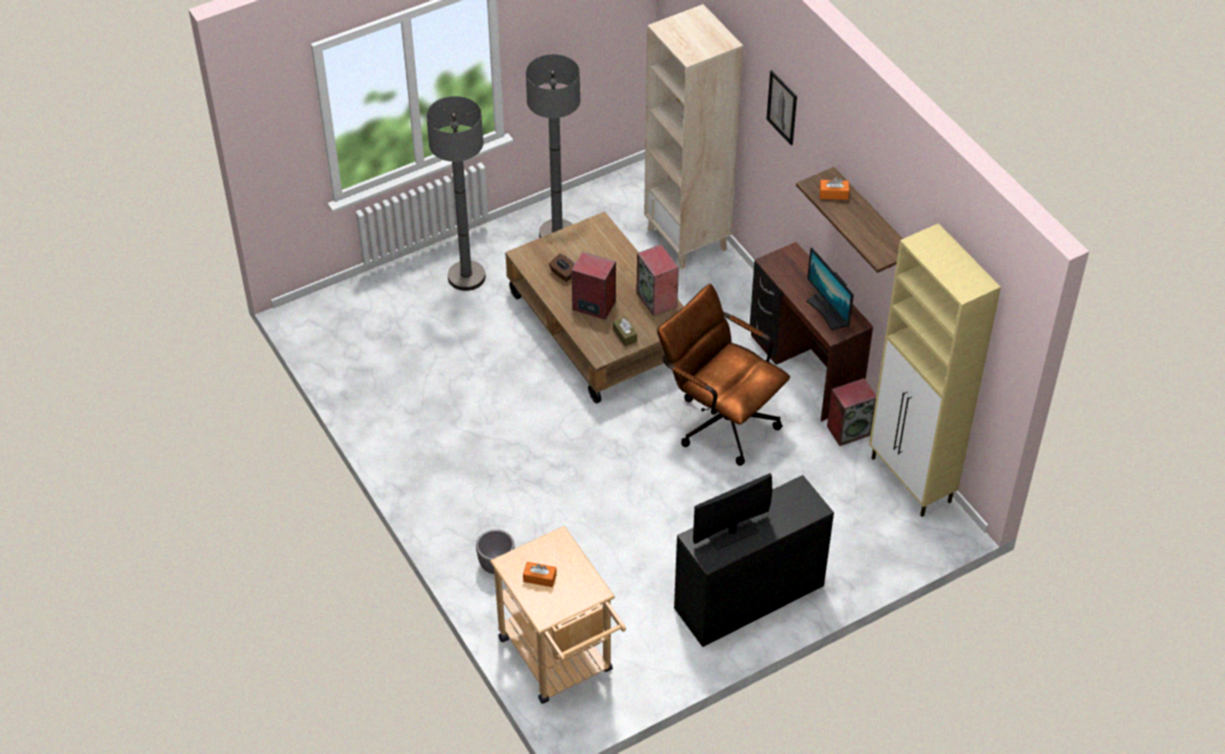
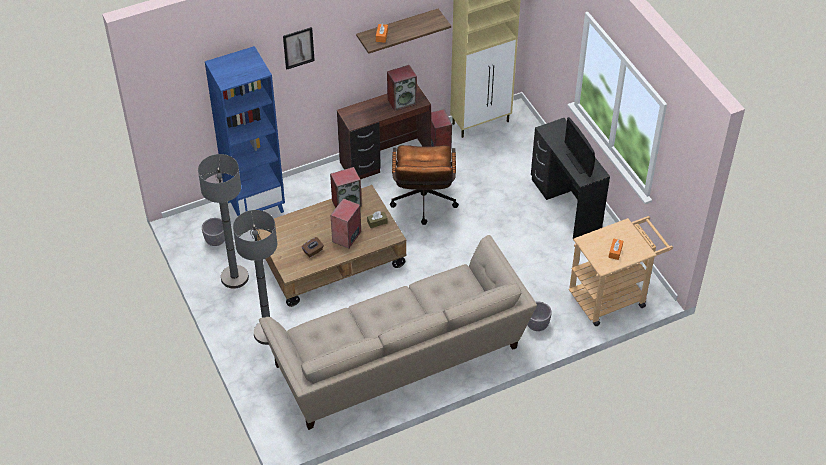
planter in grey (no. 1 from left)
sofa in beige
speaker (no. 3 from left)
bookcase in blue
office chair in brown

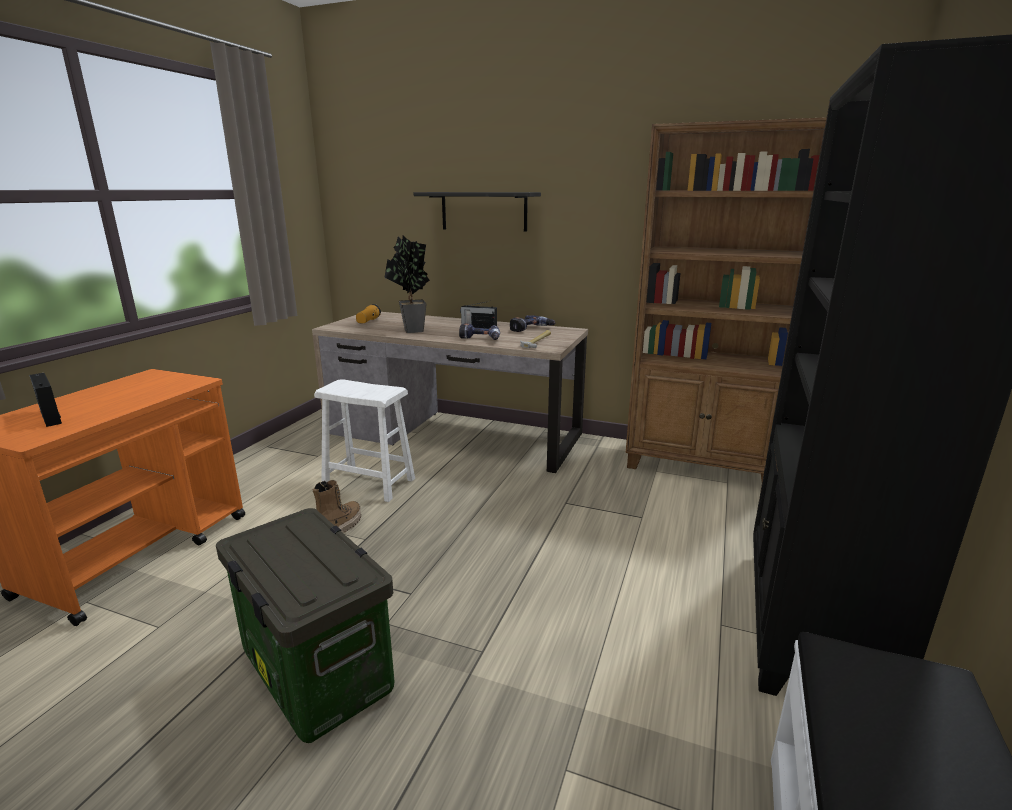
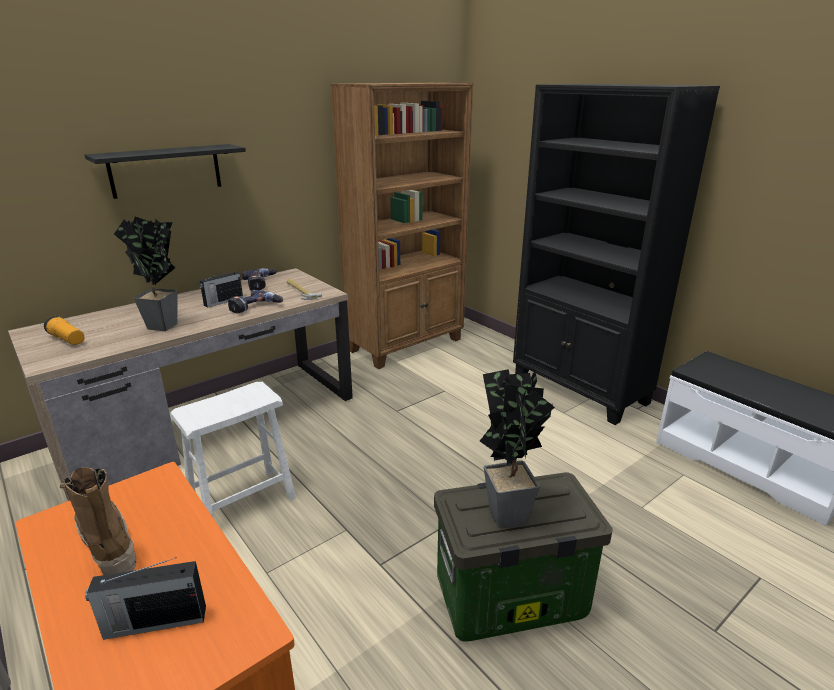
potted plant (no. 2 from left)
boot

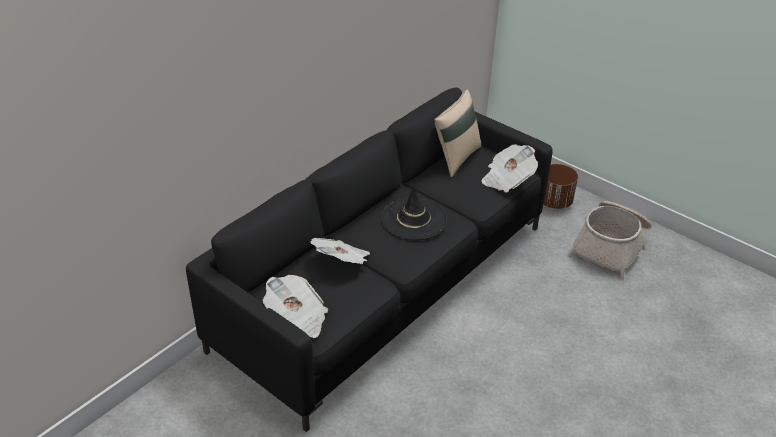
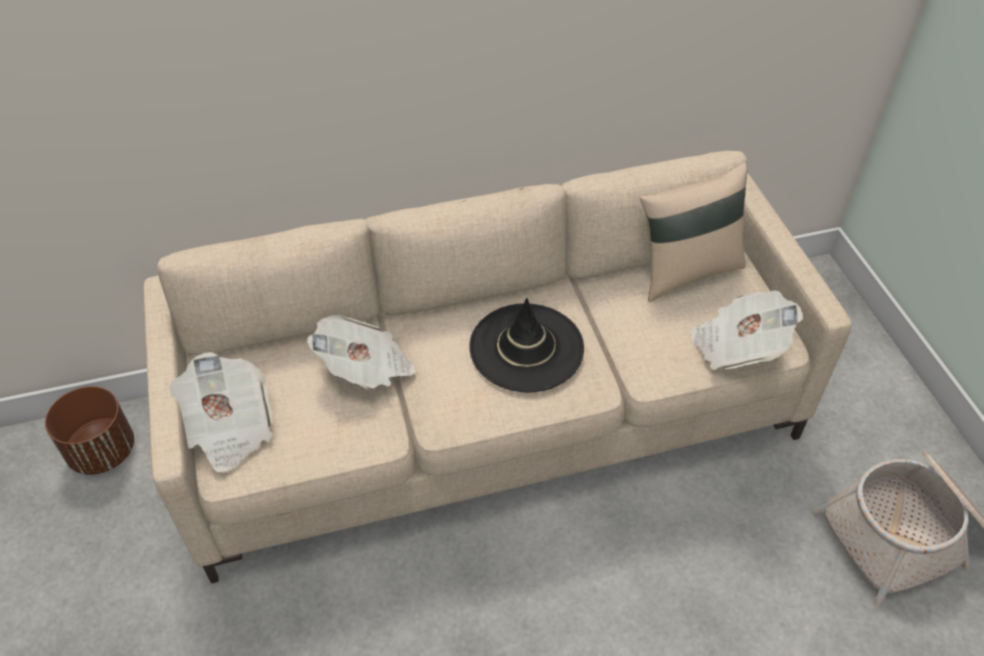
planter in brown
sofa in beige

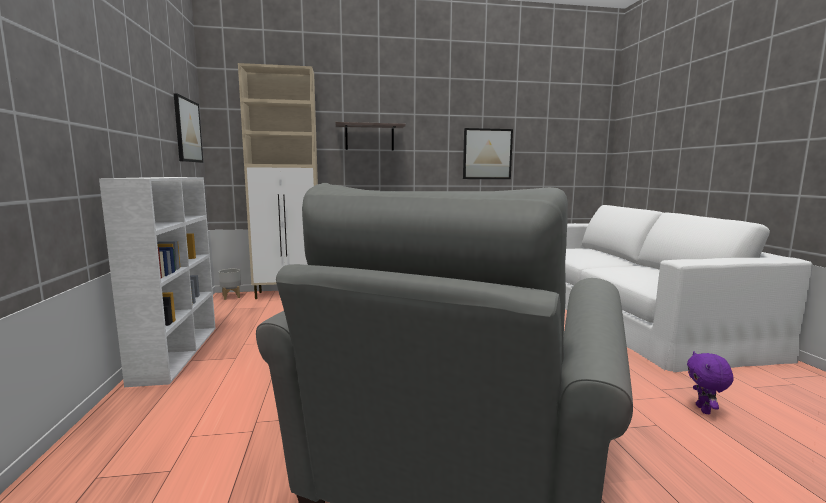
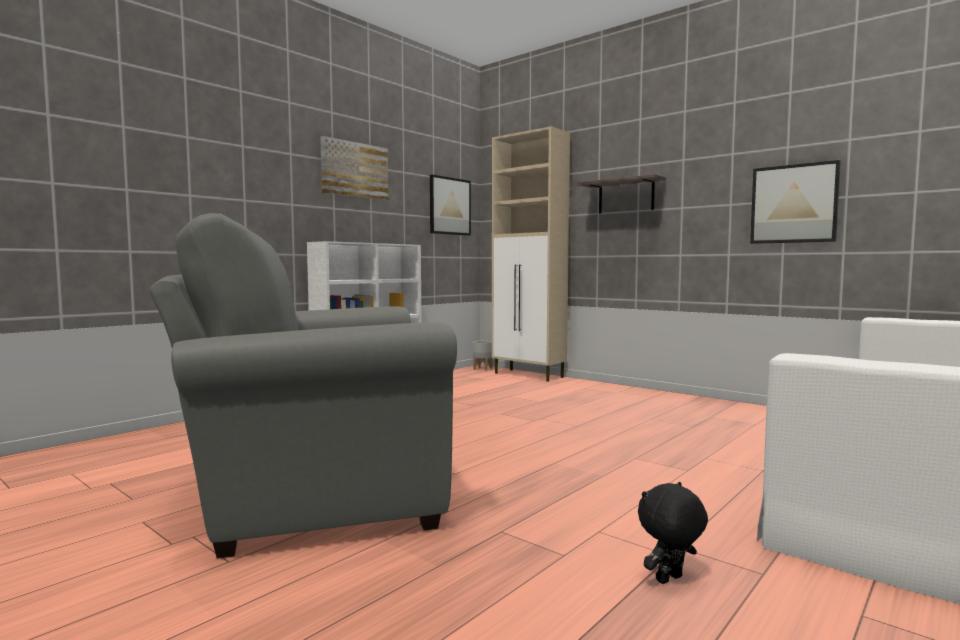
picture (no. 1 from left)
plush toy in black

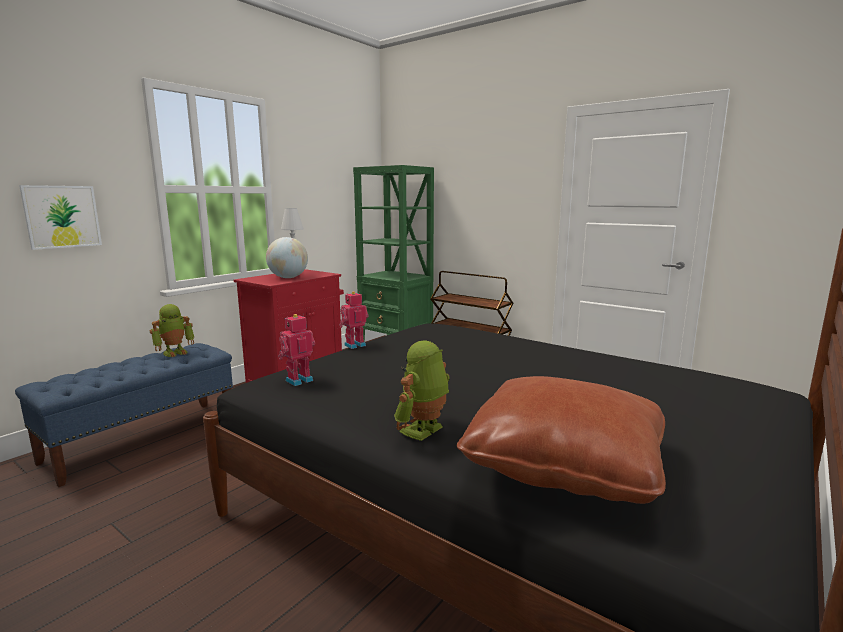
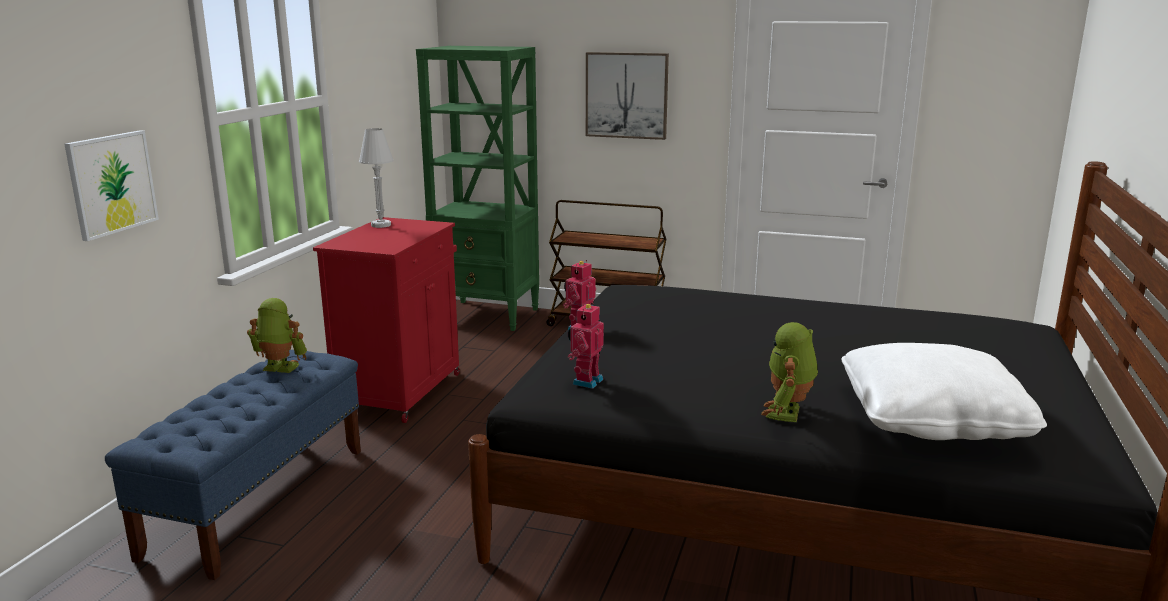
globe
picture (no. 2 from left)
pillow in white
toy robot (no. 1 from left)

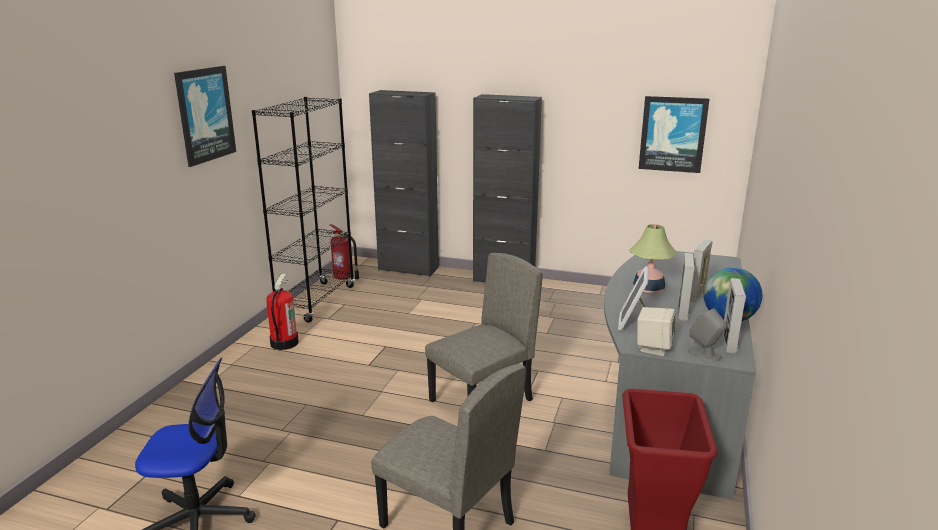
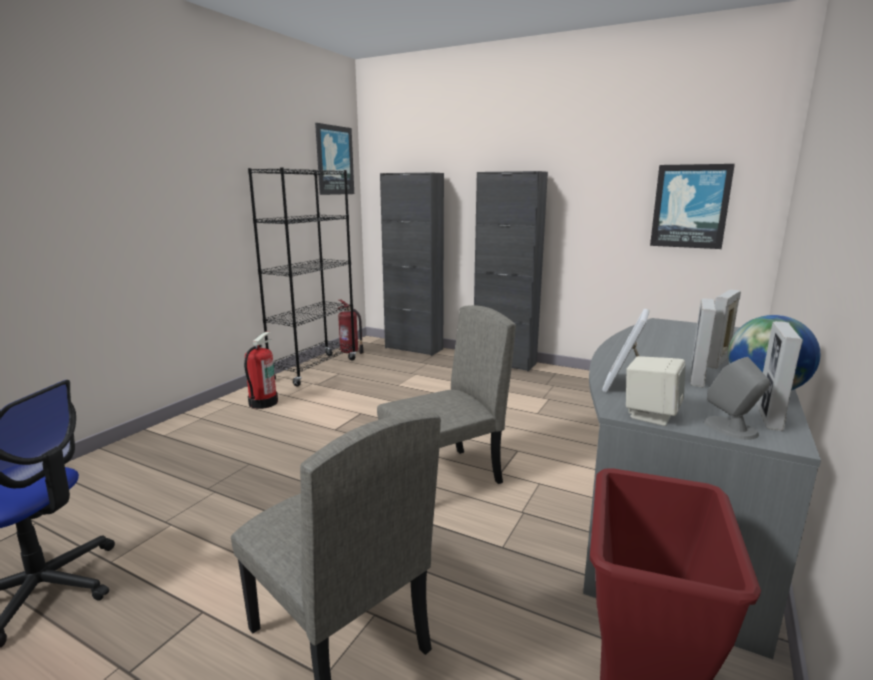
table lamp
picture (no. 1 from left)

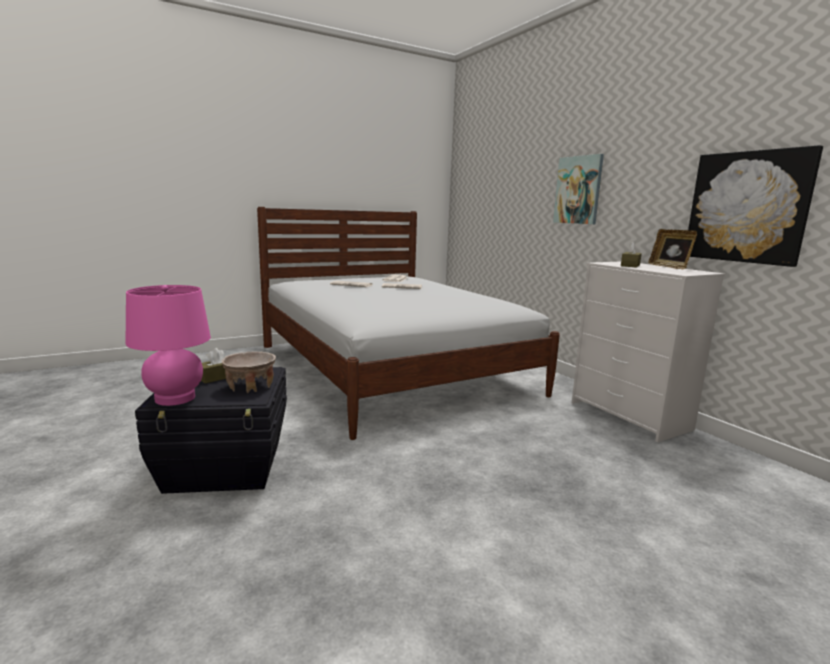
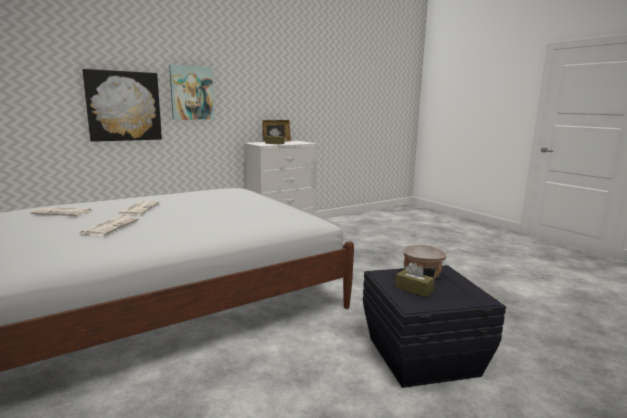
table lamp in pink
picture (no. 1 from left)

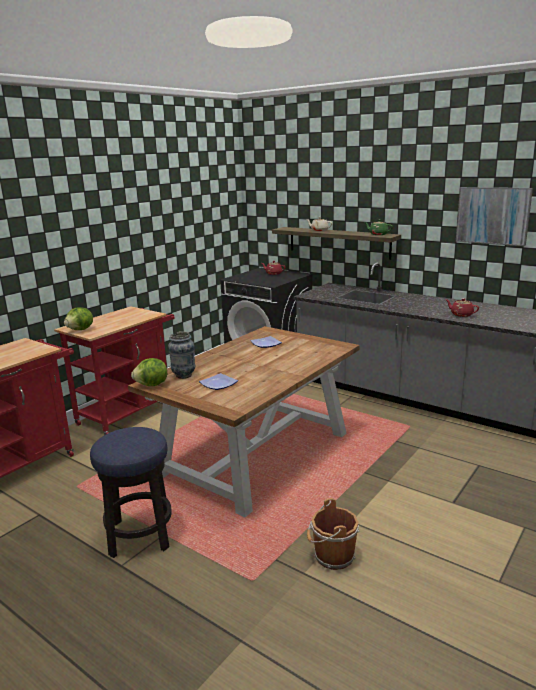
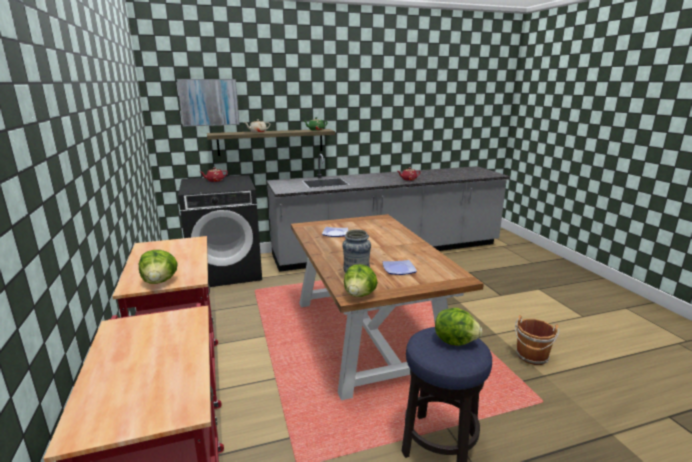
lettuce (no. 3 from left)
picture

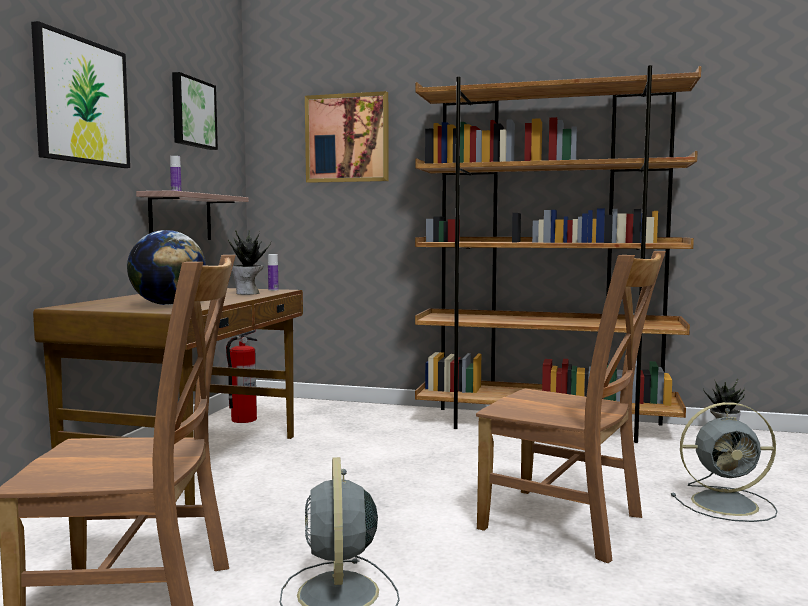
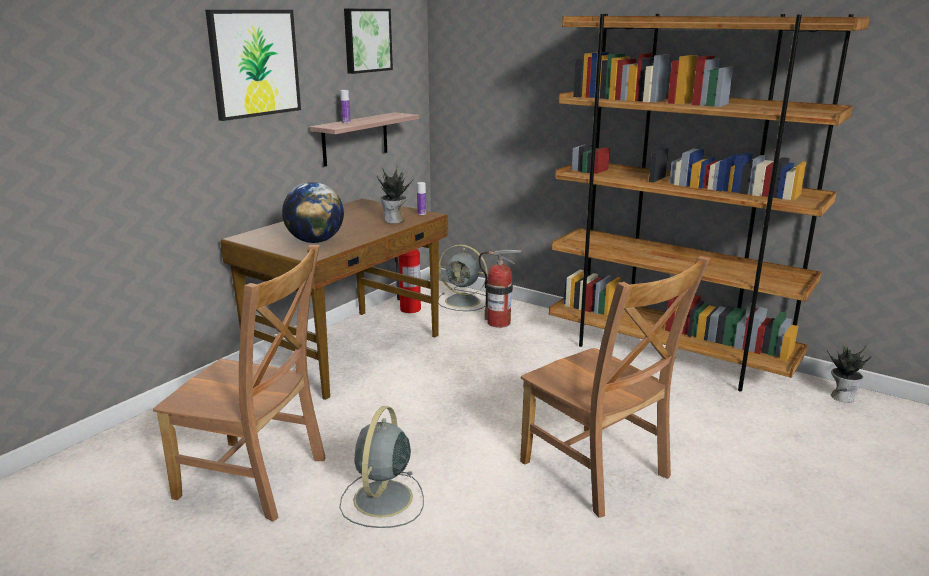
picture (no. 3 from left in the first image)
fire extinguisher (no. 2 from left)
fan in grey (no. 2 from left)

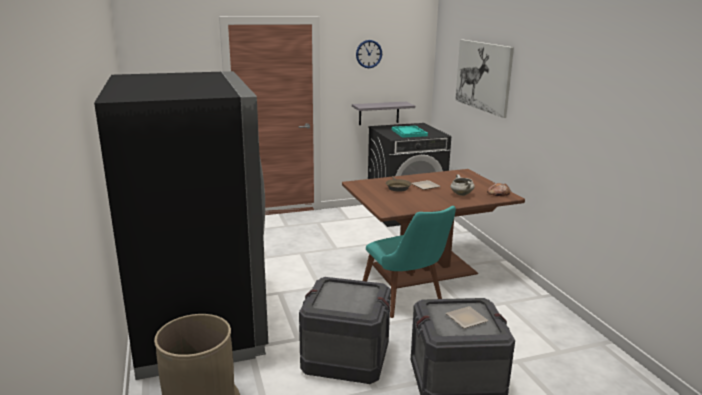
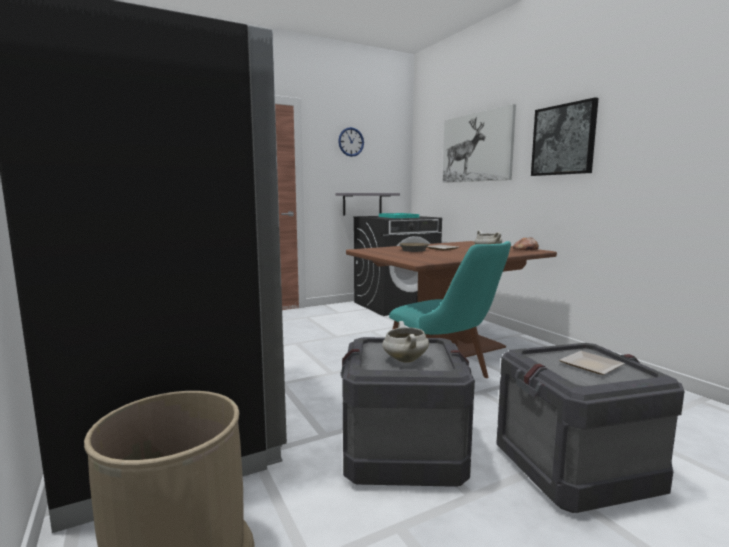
cooking pot in white (no. 1 from left)
picture (no. 2 from left)

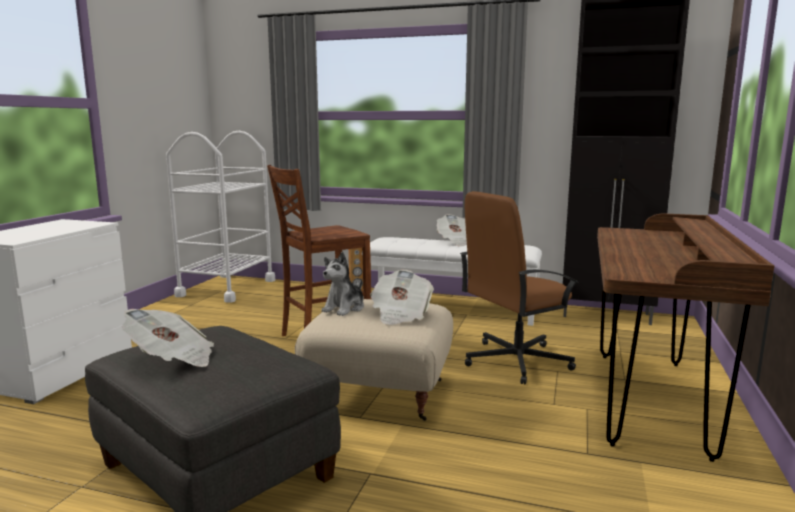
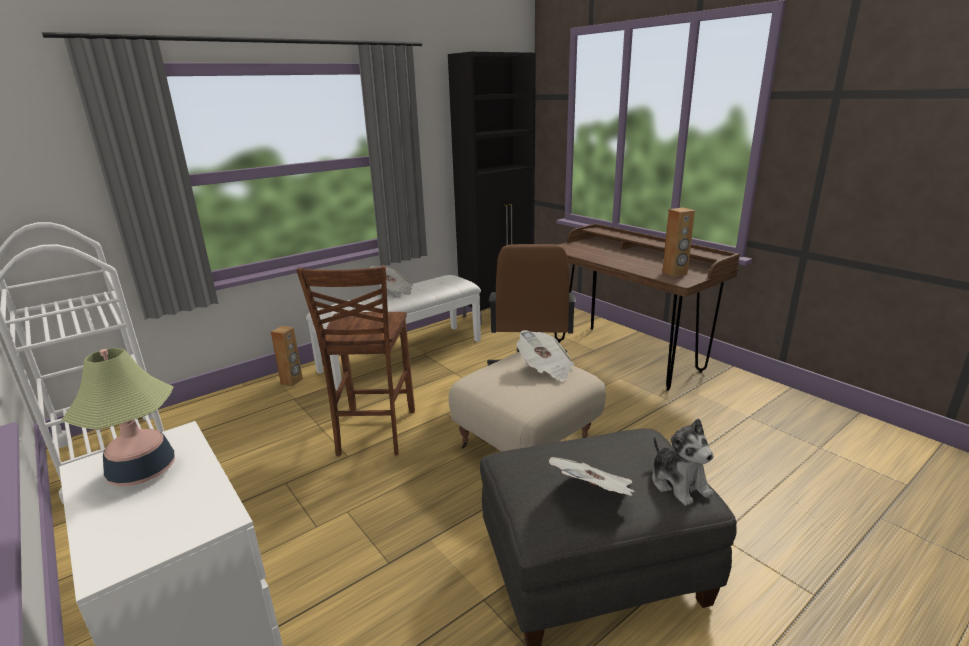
table lamp
speaker in brown (no. 2 from left)
plush toy

